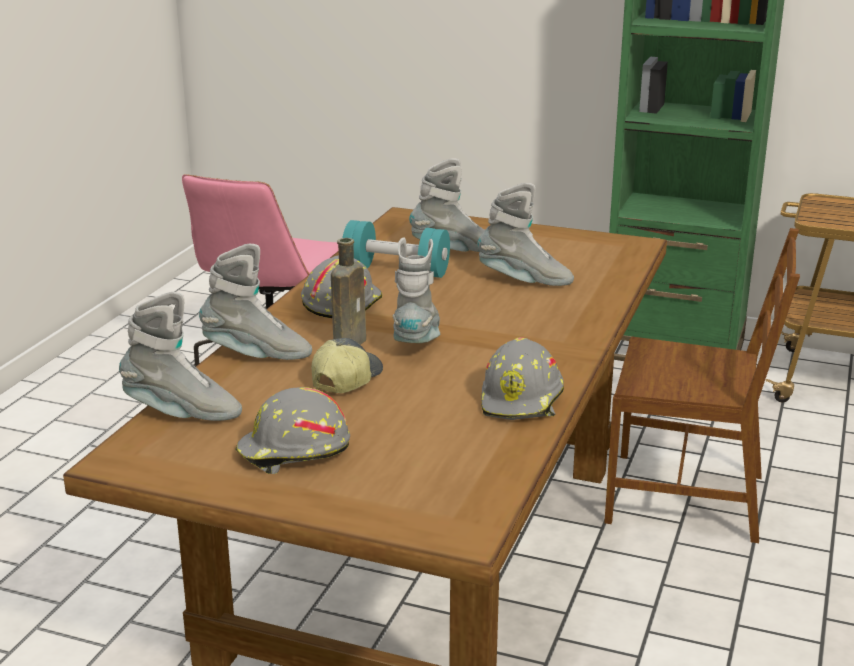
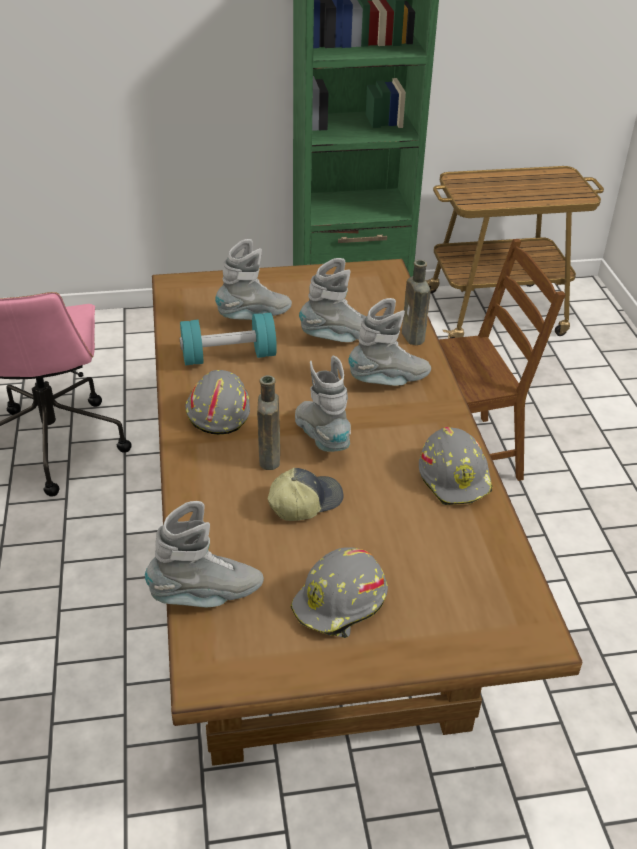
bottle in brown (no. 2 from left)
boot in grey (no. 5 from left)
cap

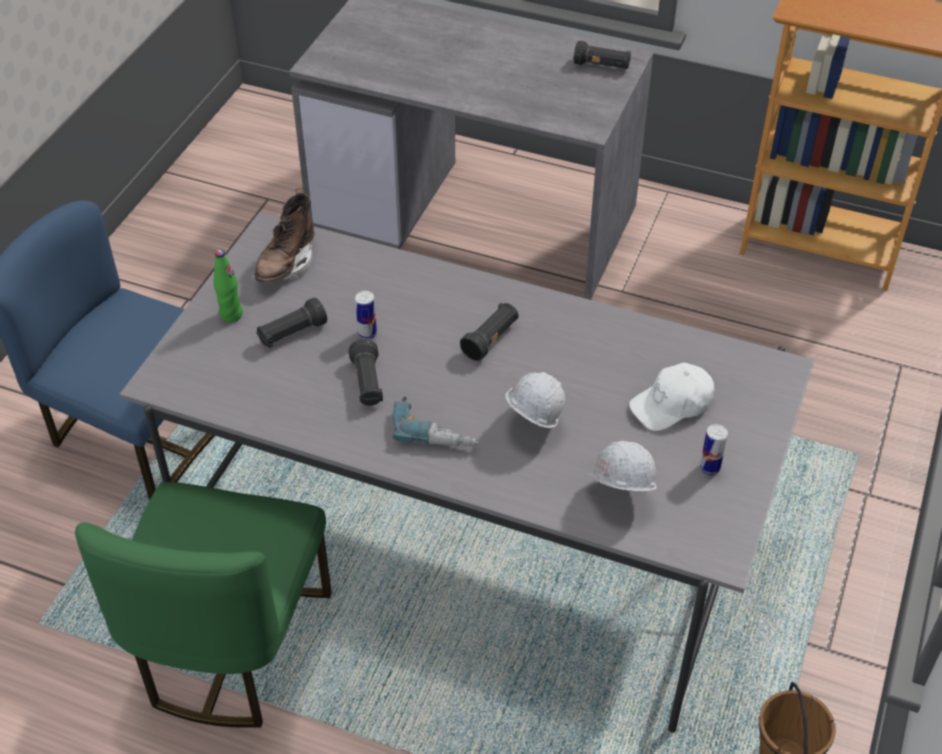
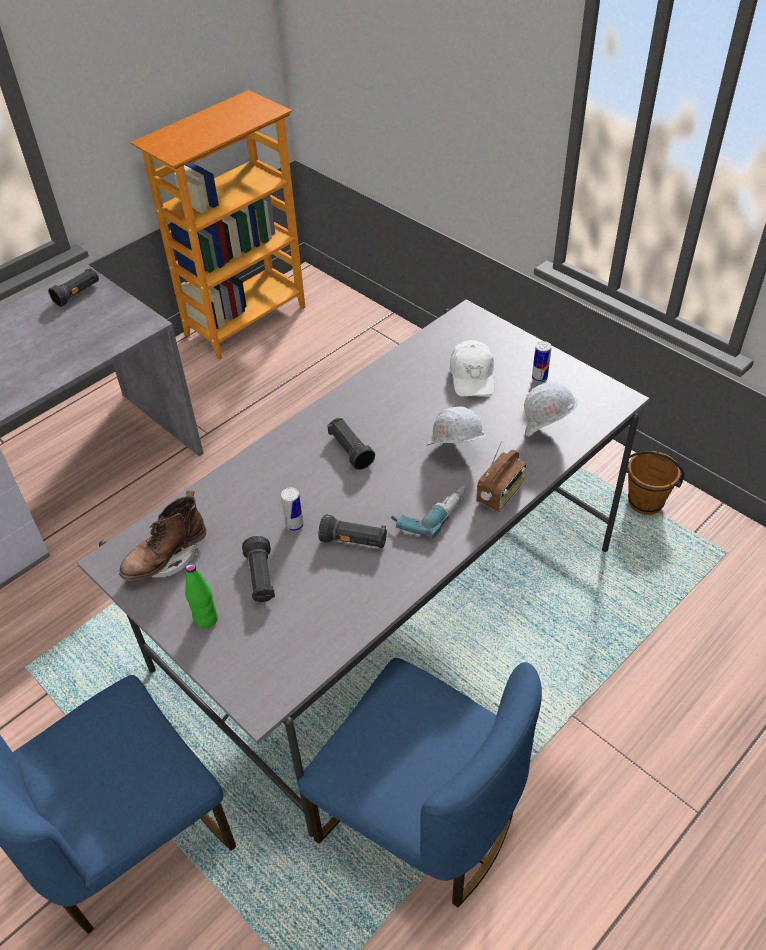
radio
chair in blue (no. 2 from left)
boot in brown

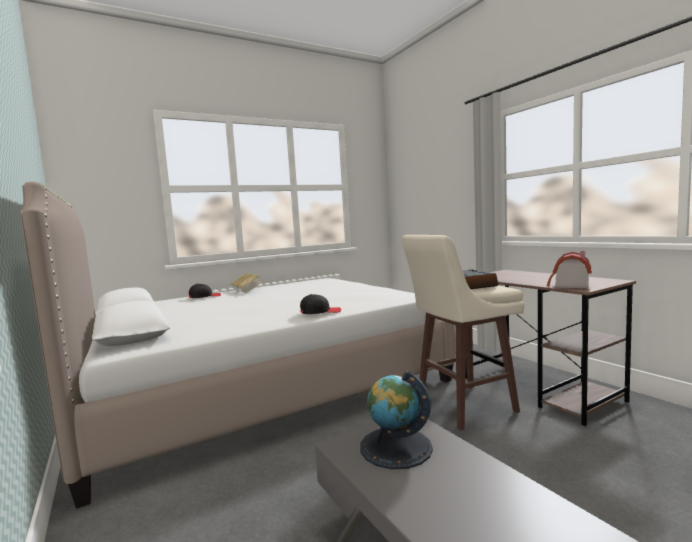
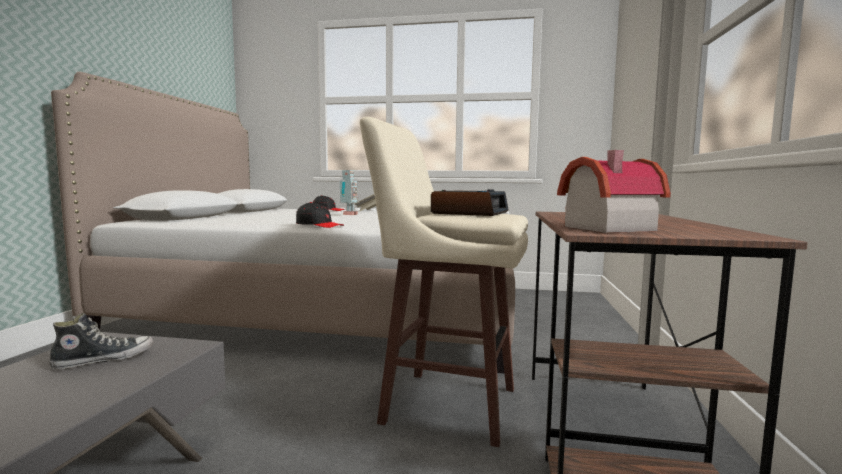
toy robot
shoe

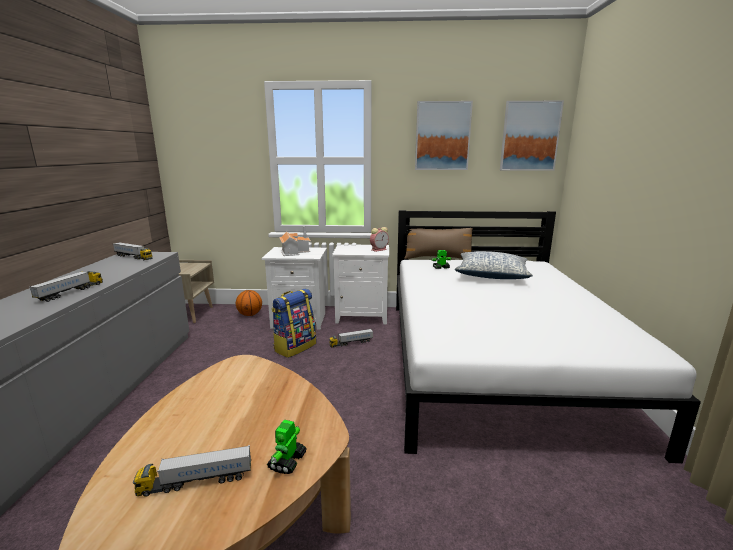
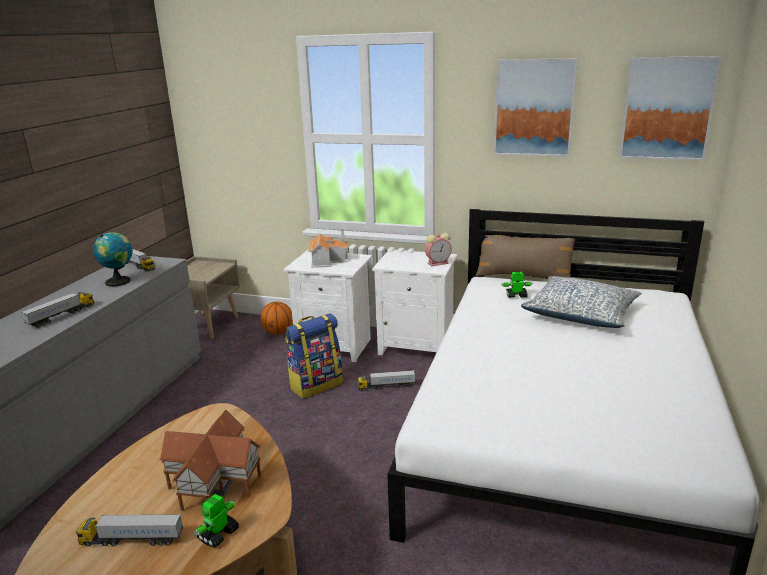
globe
toy house (no. 1 from left)

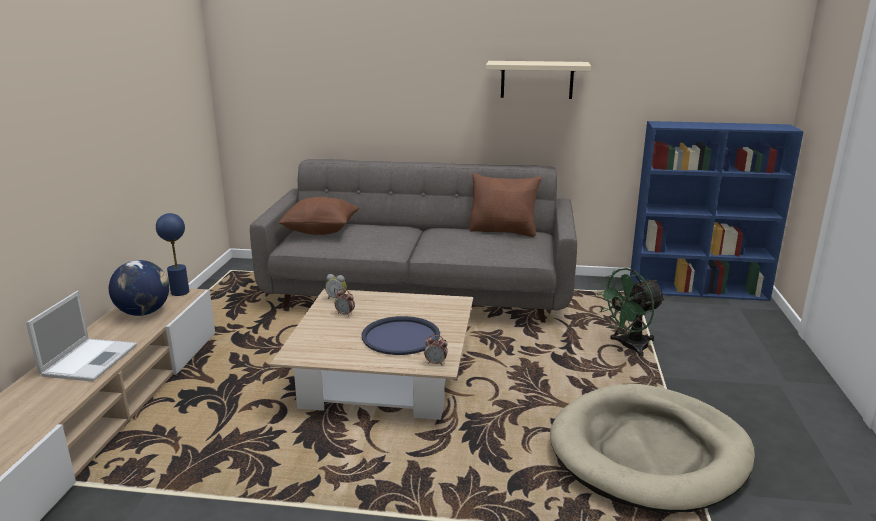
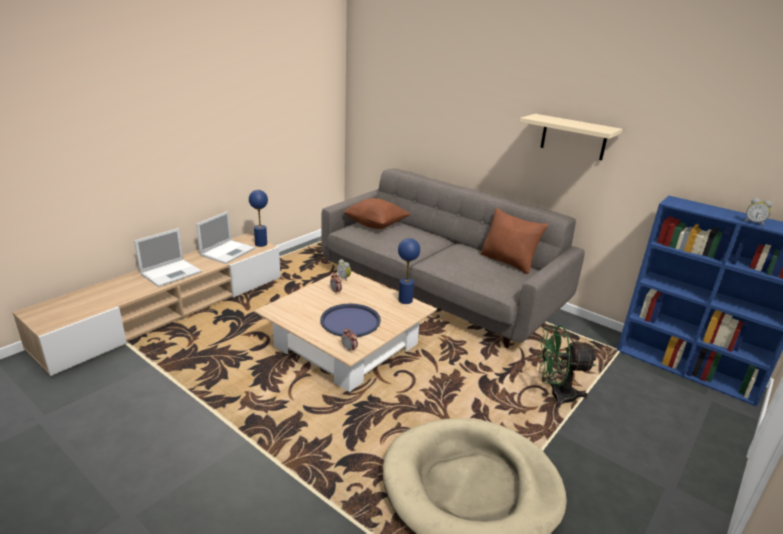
table lamp in blue (no. 2 from left)
alarm clock (no. 4 from left)
laptop (no. 2 from left)

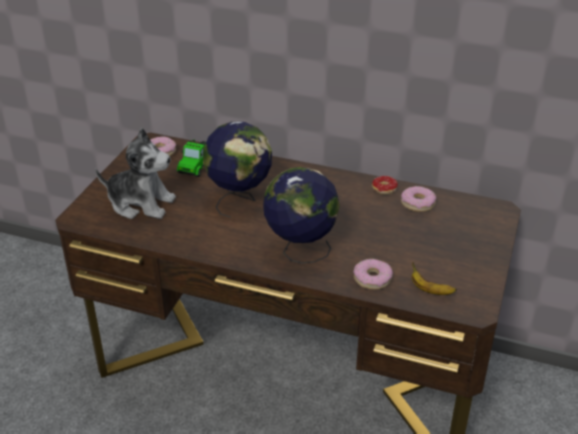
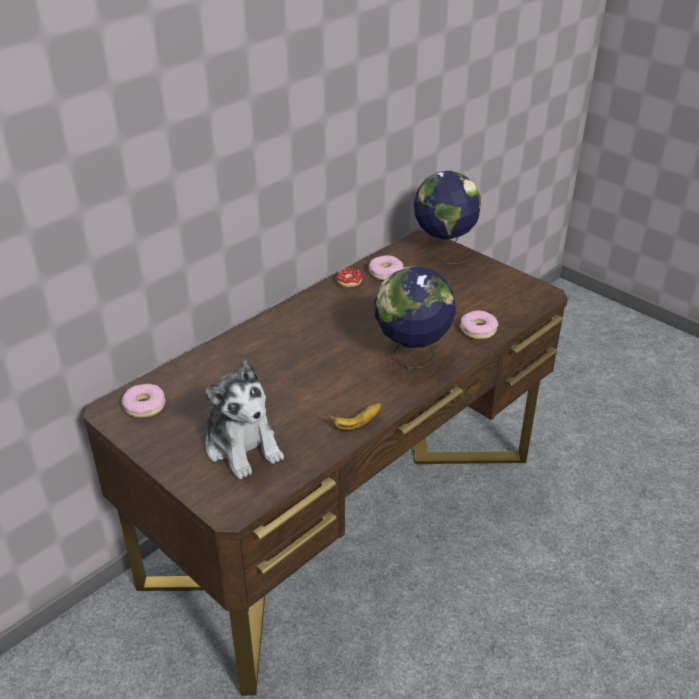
toy car
globe (no. 2 from left)
banana
plush toy

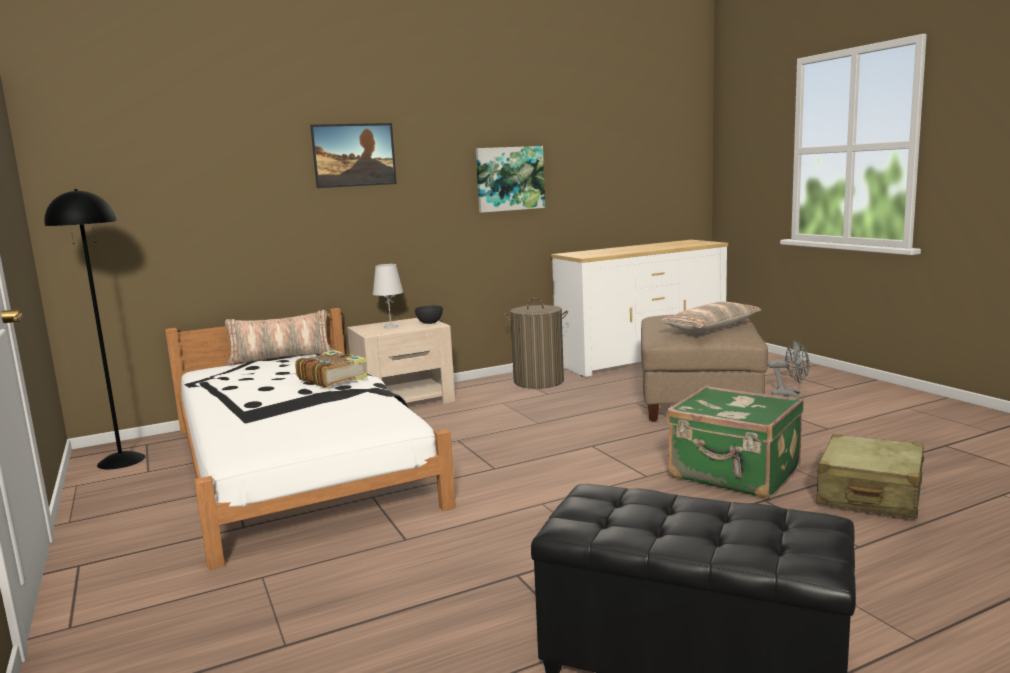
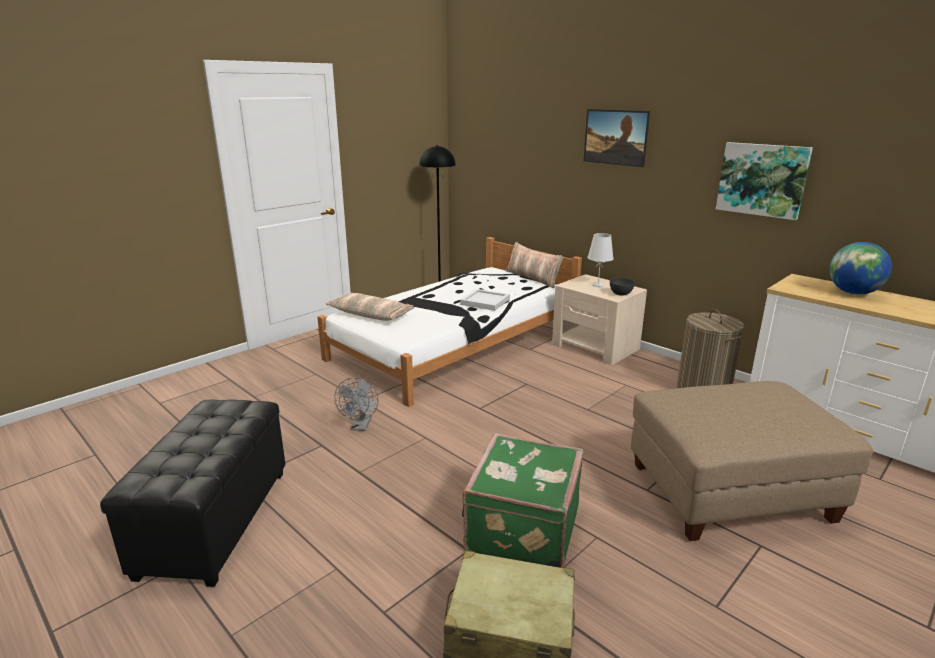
globe
pillow (no. 1 from left)
fan in grey
tray in white

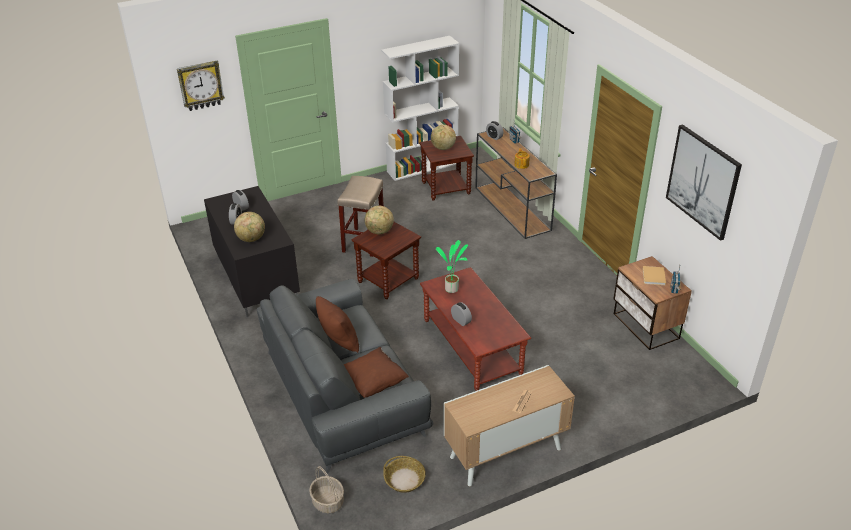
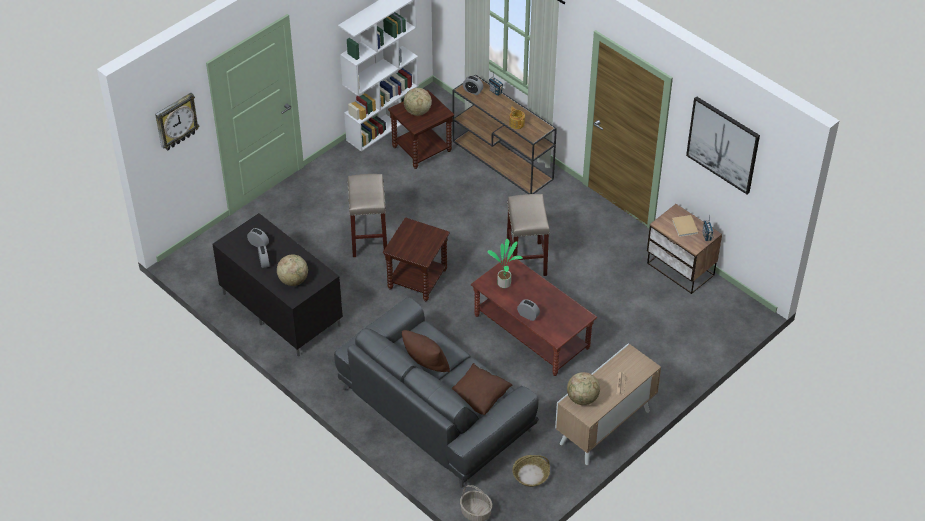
stool in beige (no. 2 from left)
globe (no. 3 from left)

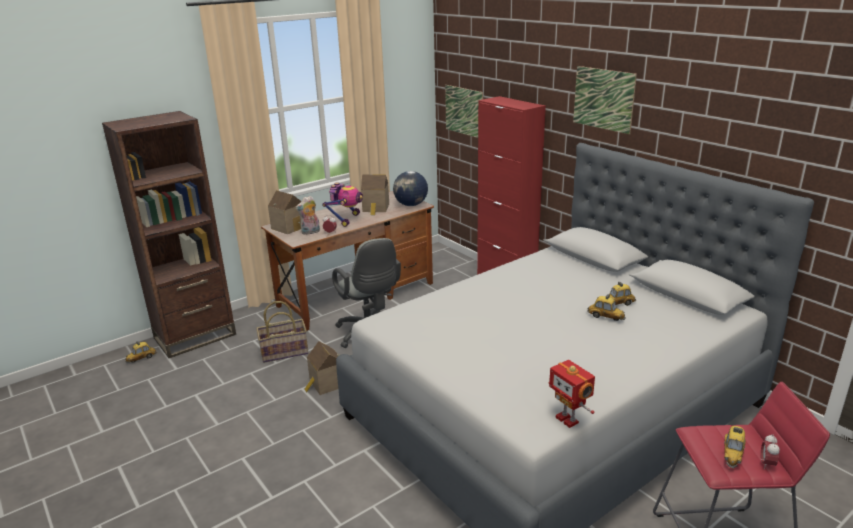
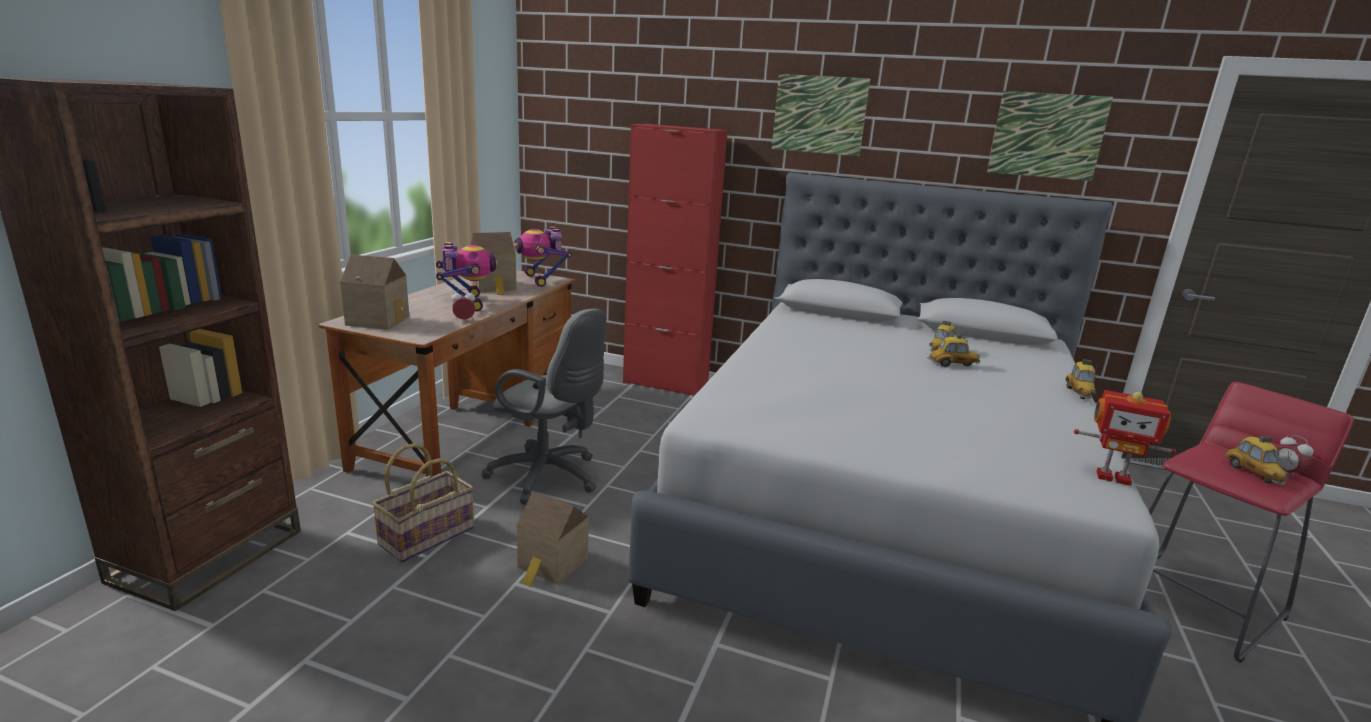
plush toy
toy car (no. 3 from left)
picture (no. 2 from left)
toy robot (no. 2 from left)

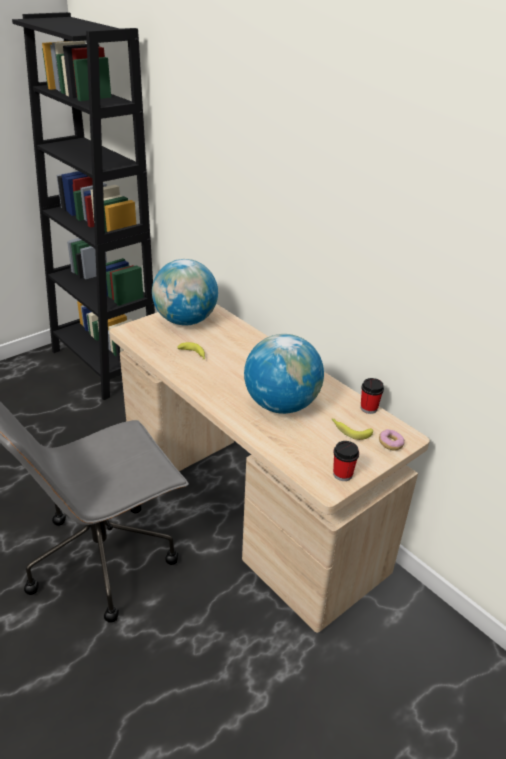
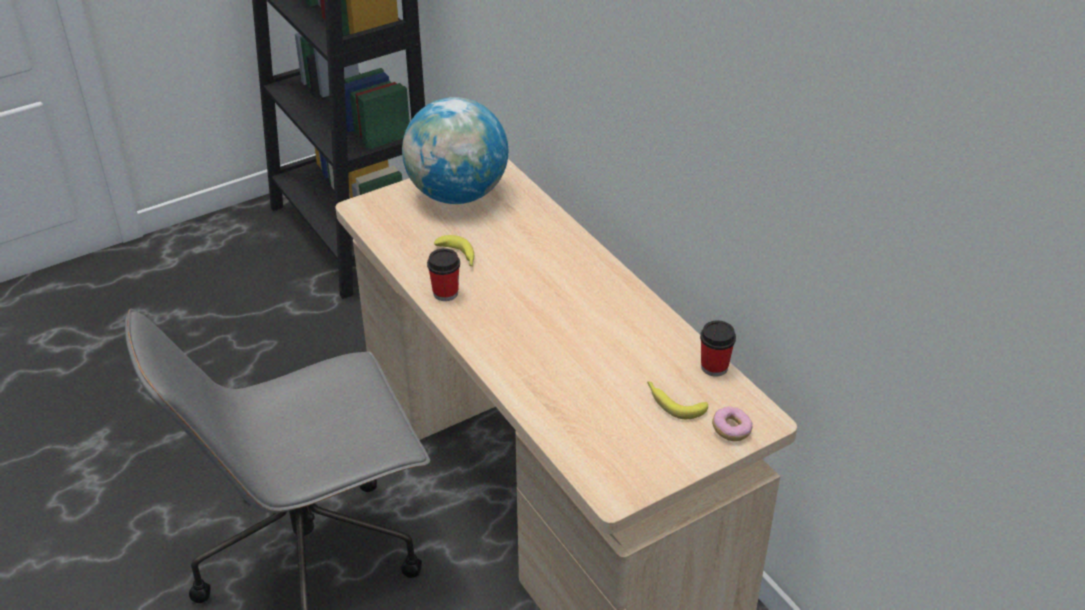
globe (no. 2 from left in the first image)
cup (no. 1 from left)

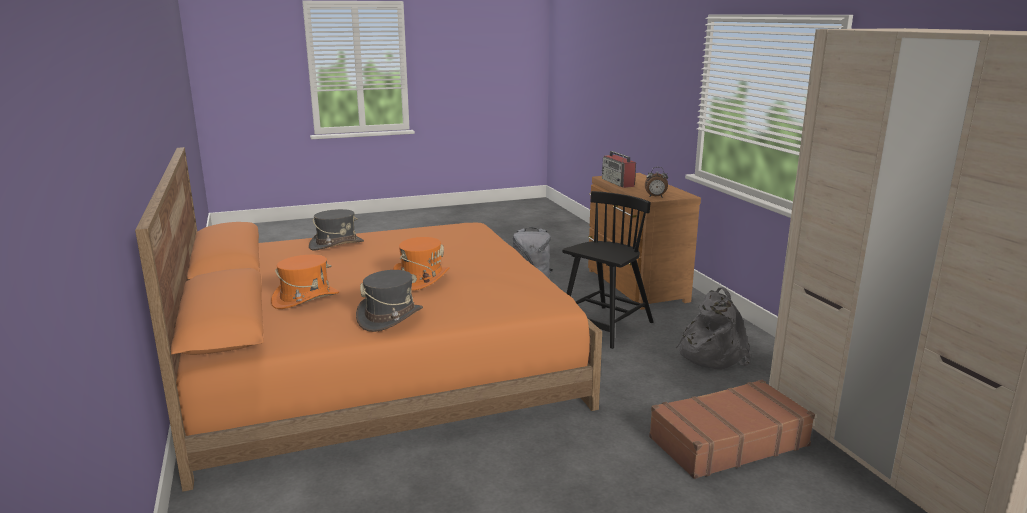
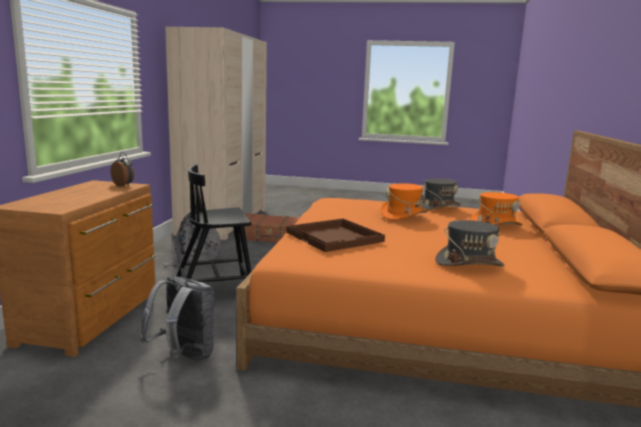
radio
tray in brown

